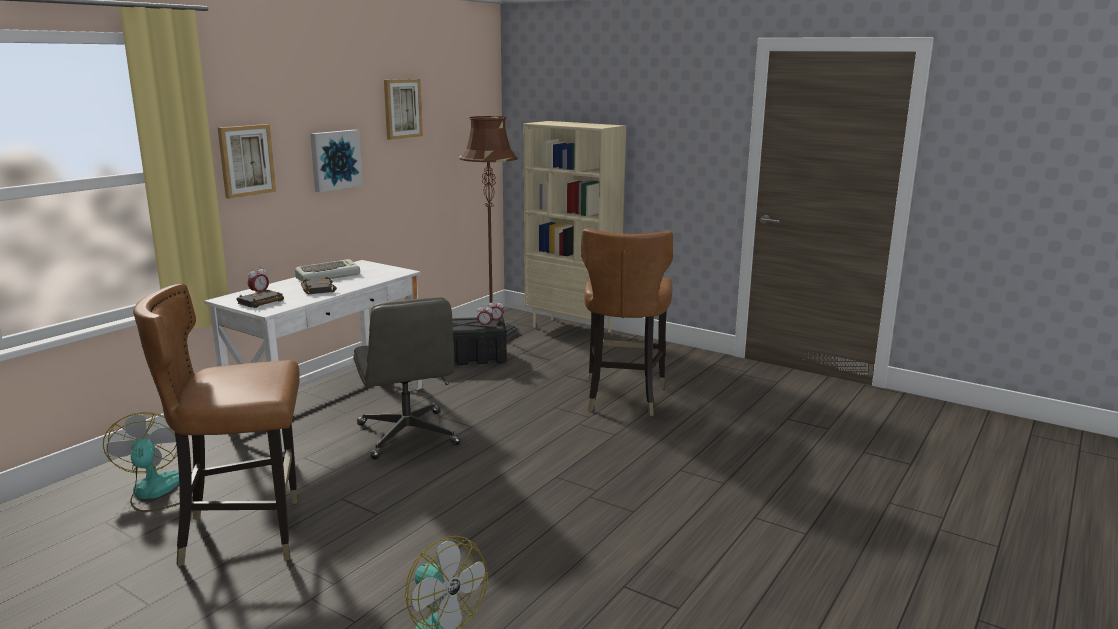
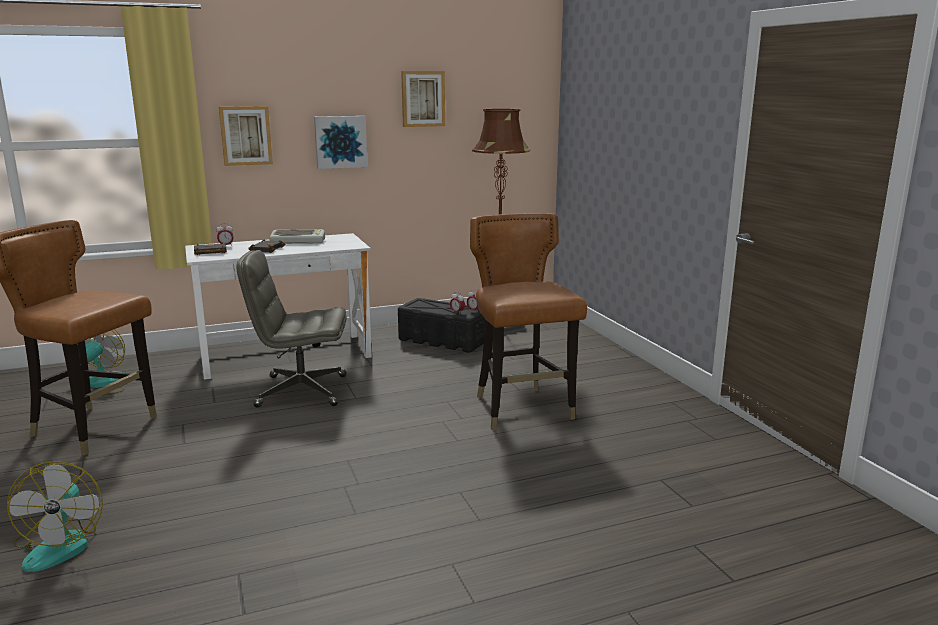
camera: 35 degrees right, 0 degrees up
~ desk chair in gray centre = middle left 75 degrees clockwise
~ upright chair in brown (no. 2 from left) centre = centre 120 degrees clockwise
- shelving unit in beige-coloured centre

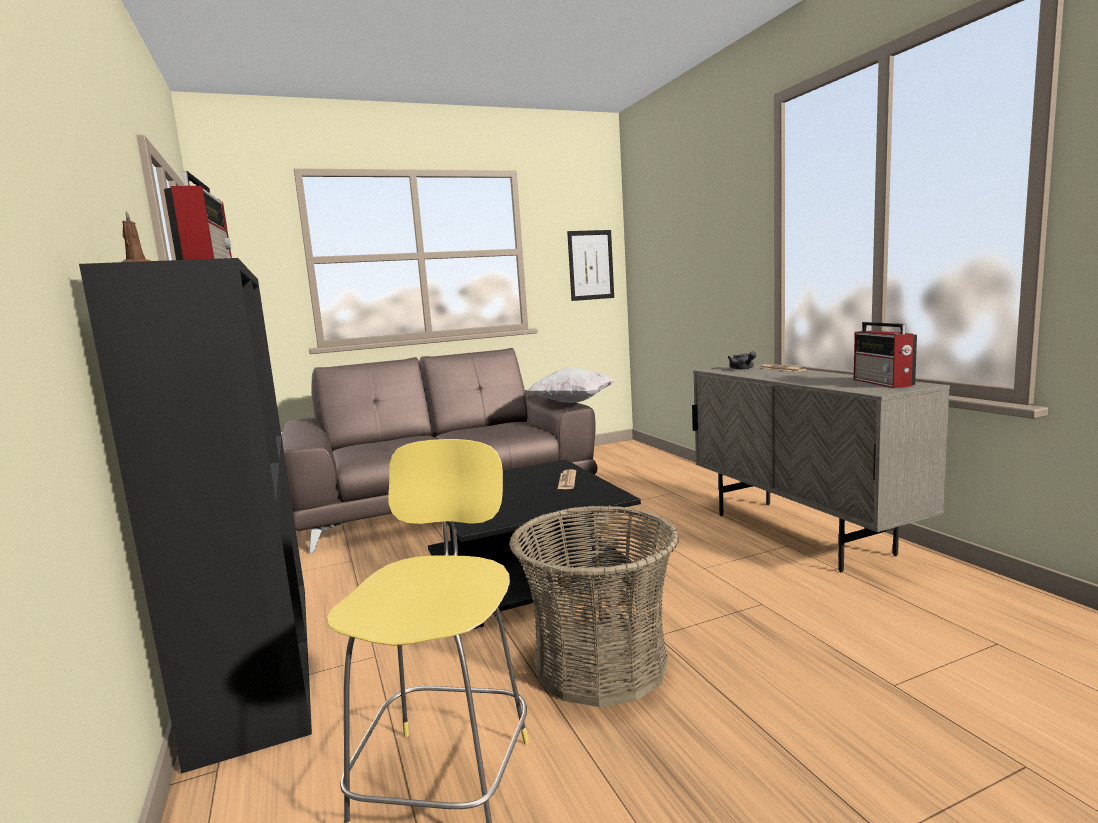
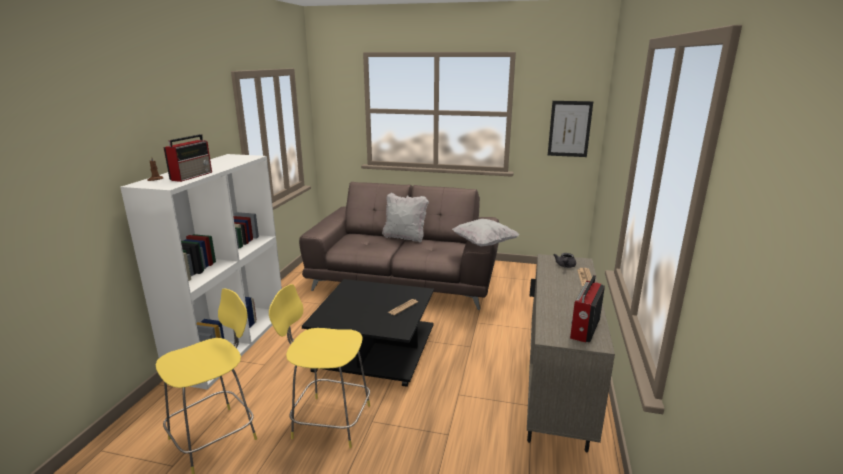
camera: 35 degrees right, 10 degrees up
~ shelving unit in blackish middle left to shelving unit in white middle left
~ basket bottom centre to sitting stool in yellowish (no. 2 from left) bottom centre
+ pillow in white (no. 1 from left) centre

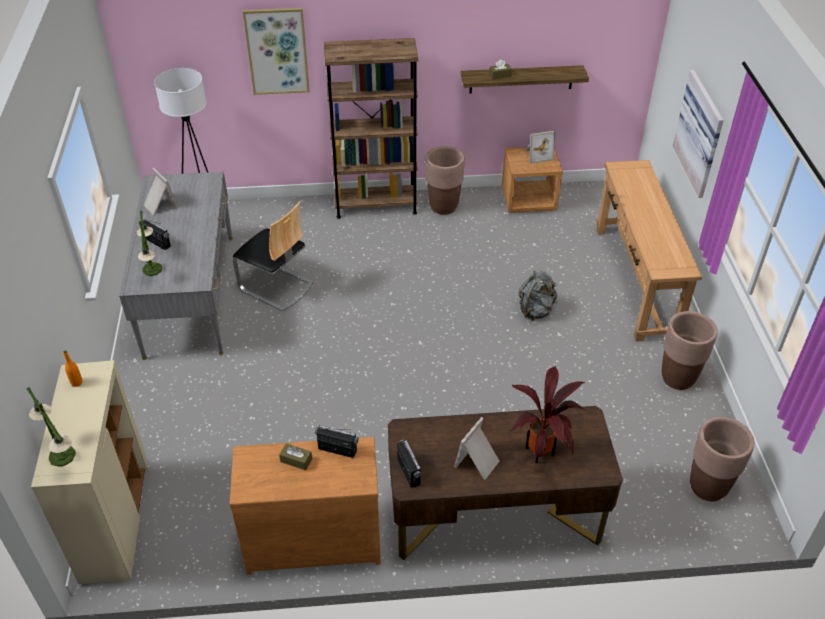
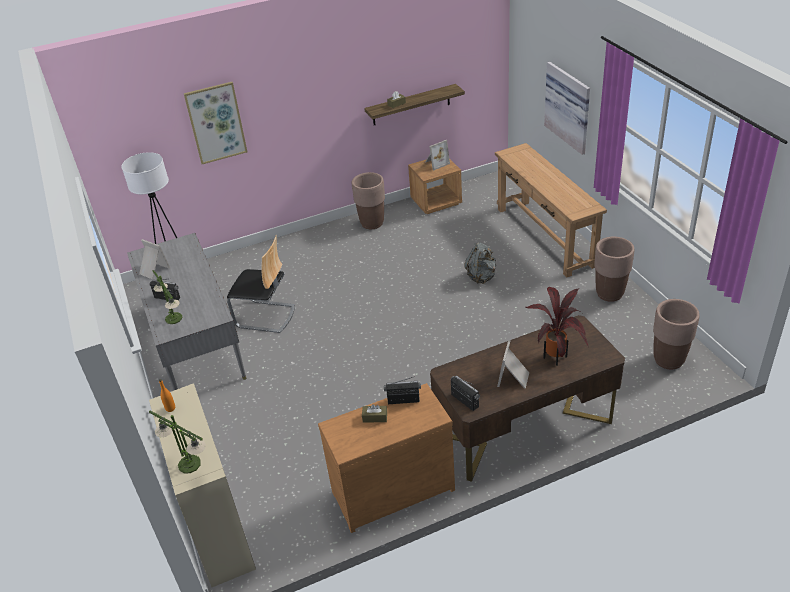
camera: 15 degrees left, 5 degrees down
- shelving unit in brown top centre

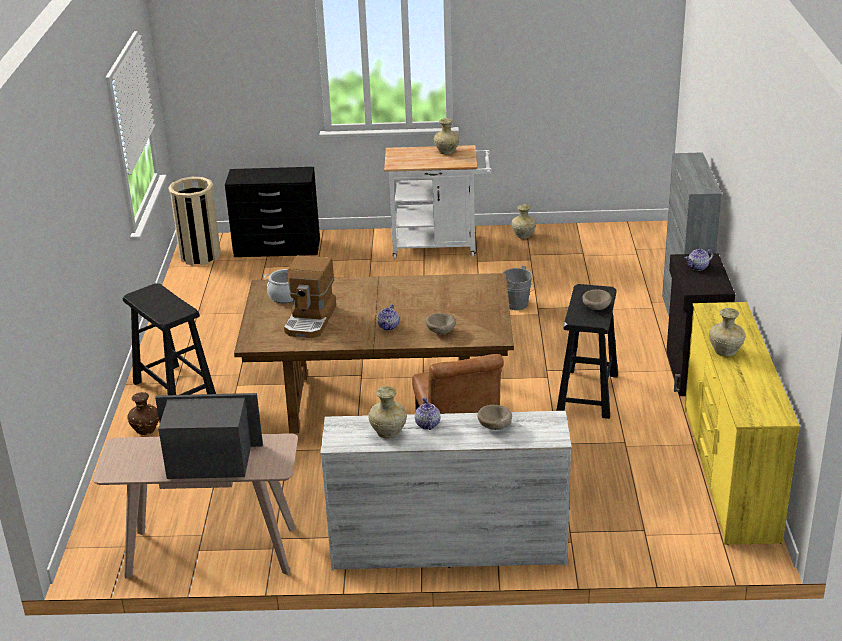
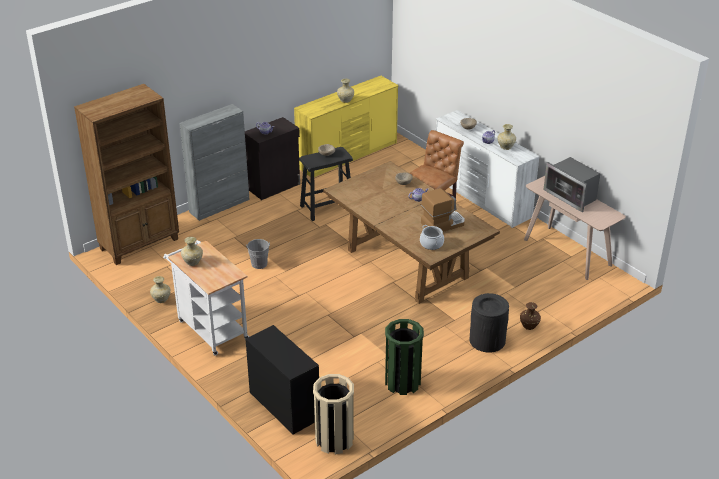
camera: 130 degrees left, 5 degrees up
+ shelving unit in brown middle left
+ trash can in green bottom centre
~ sitting stool in blackish (no. 1 from left) middle left to trash can in blackish bottom right

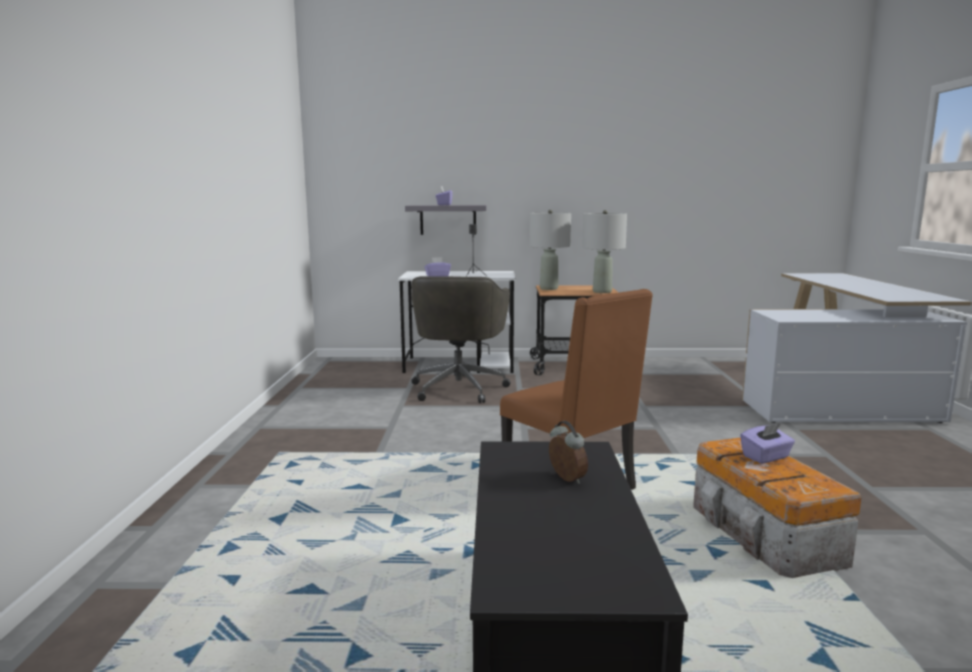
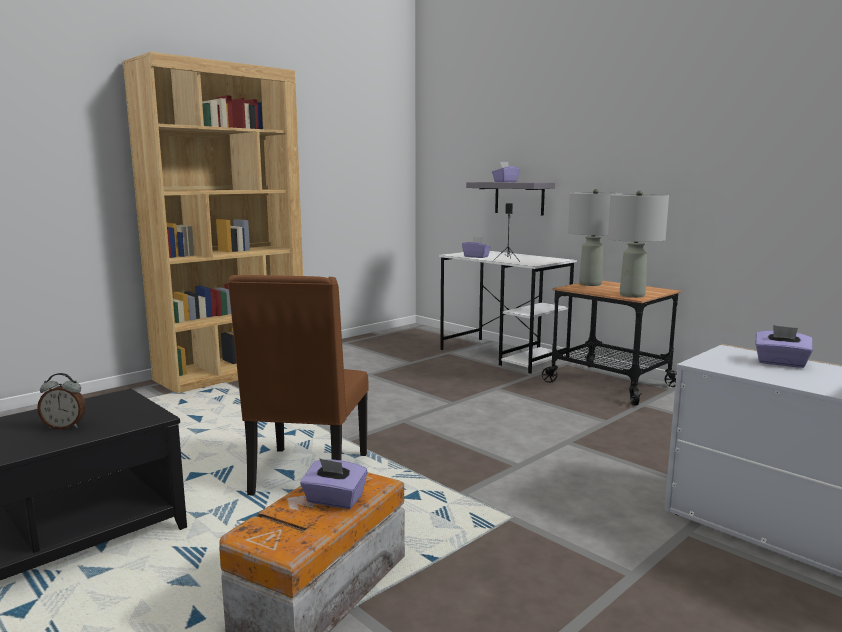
camera: 45 degrees right, 0 degrees up
~ table clock bottom centre = middle left 75 degrees clockwise
+ shelving unit in brown middle left
+ box of tissues in purplish (no. 4 from left) middle right
- desk chair in gray centre

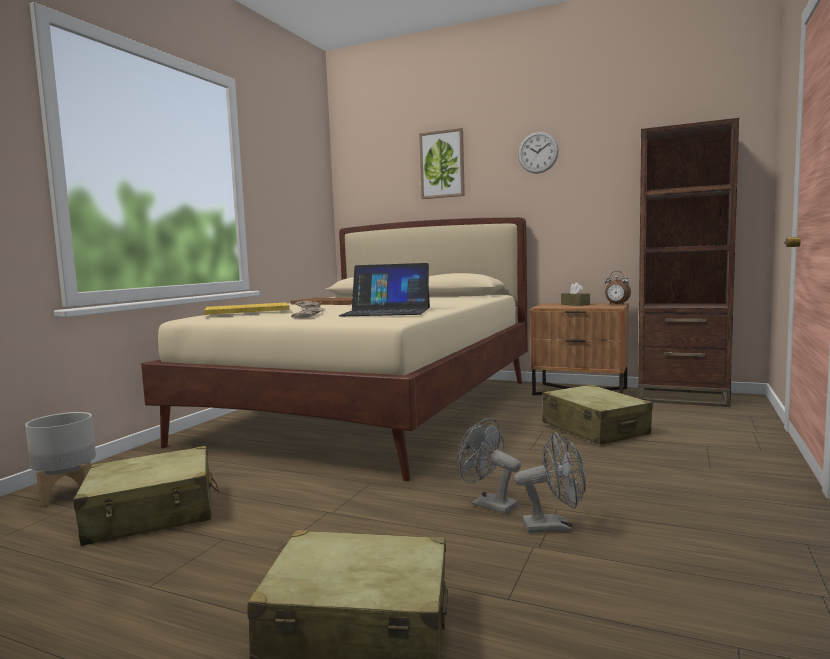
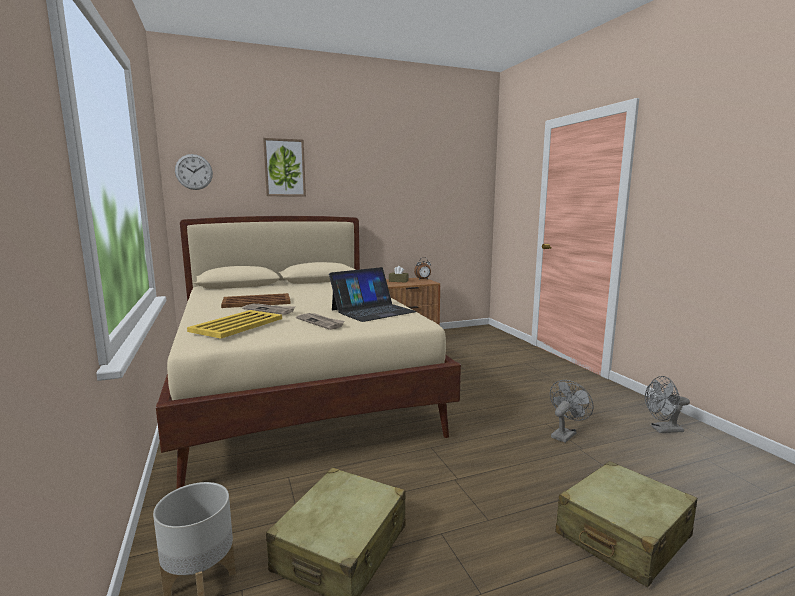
camera: 45 degrees left, 5 degrees up
~ clock on the wall top centre to top left
~ electric fan in gray (no. 1 from left in the first image) bottom centre to electric fan in gray (no. 2 from left) bottom right
- piece of luggage in beige-coloured (no. 3 from left) middle right
- shelving unit in brown middle right

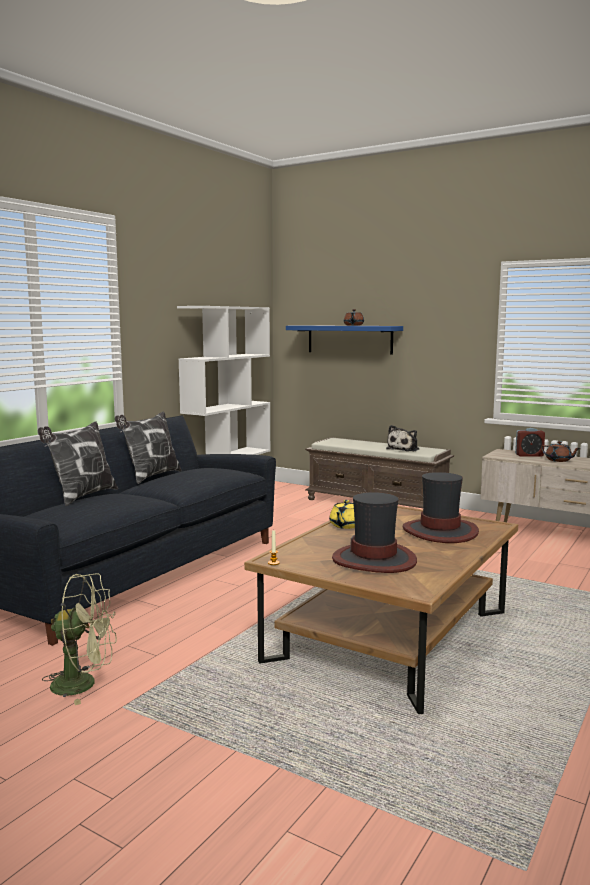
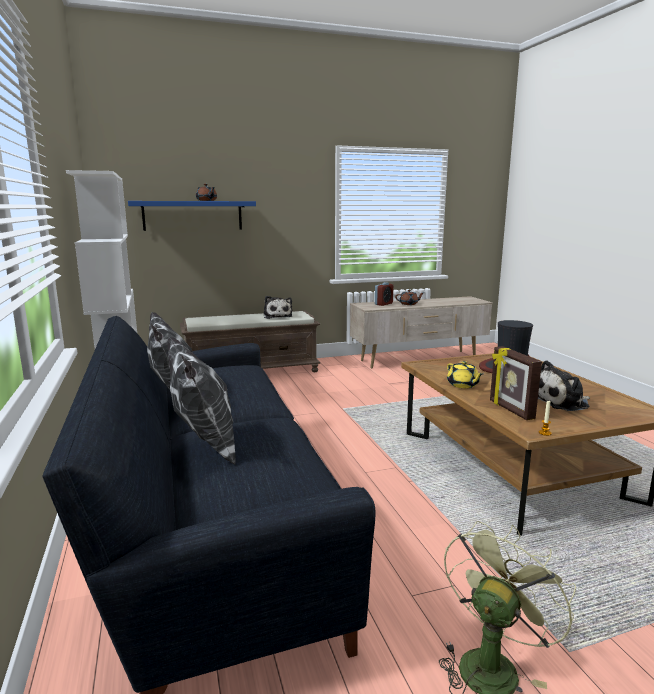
camera: 50 degrees left, 5 degrees up
+ photo frame middle right
~ wearable hat (no. 1 from left) centre to plush toy (no. 2 from left) middle right

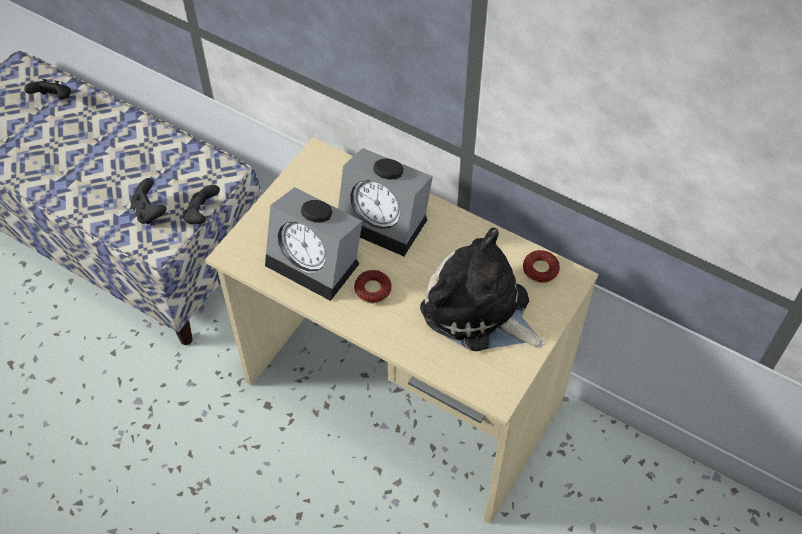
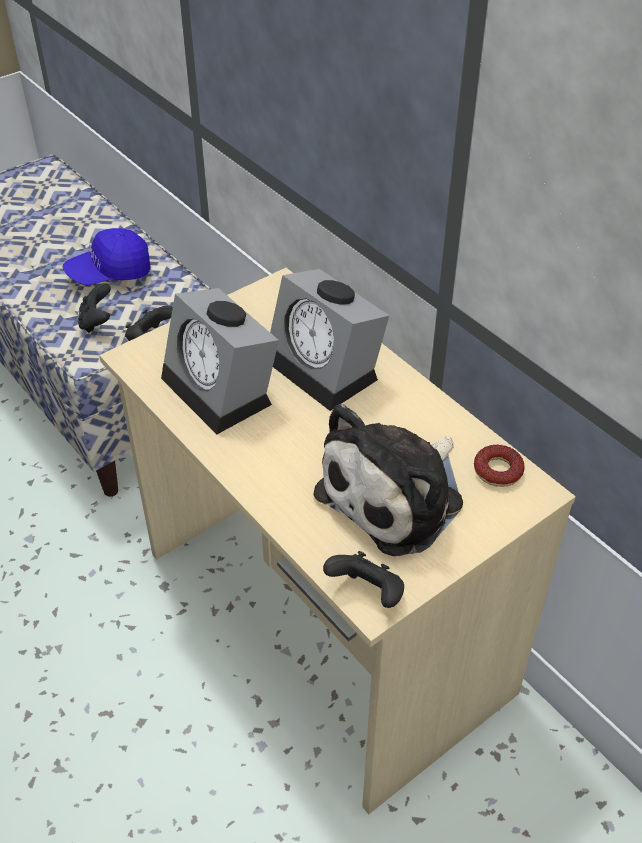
camera: 20 degrees right, 10 degrees down
+ cap in blue top left
~ plush toy centre = centre 105 degrees counterclockwise
~ game controller in blackish (no. 1 from left in the first image) top left to game controller in blackish (no. 3 from left) bottom centre
- doughnut (no. 1 from left) centre

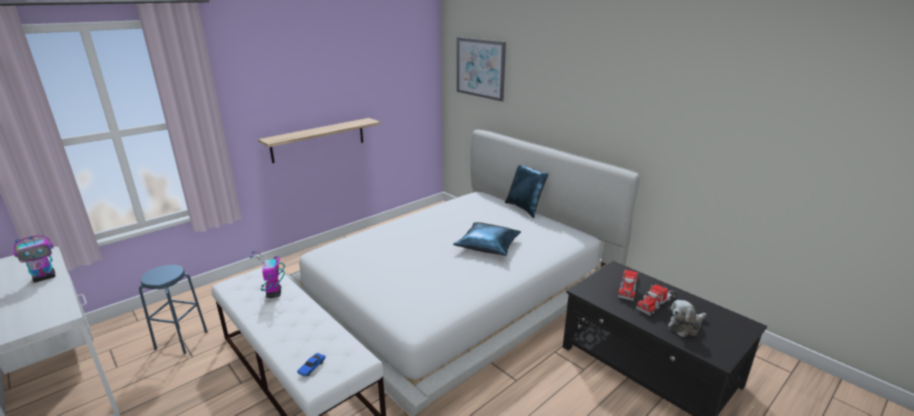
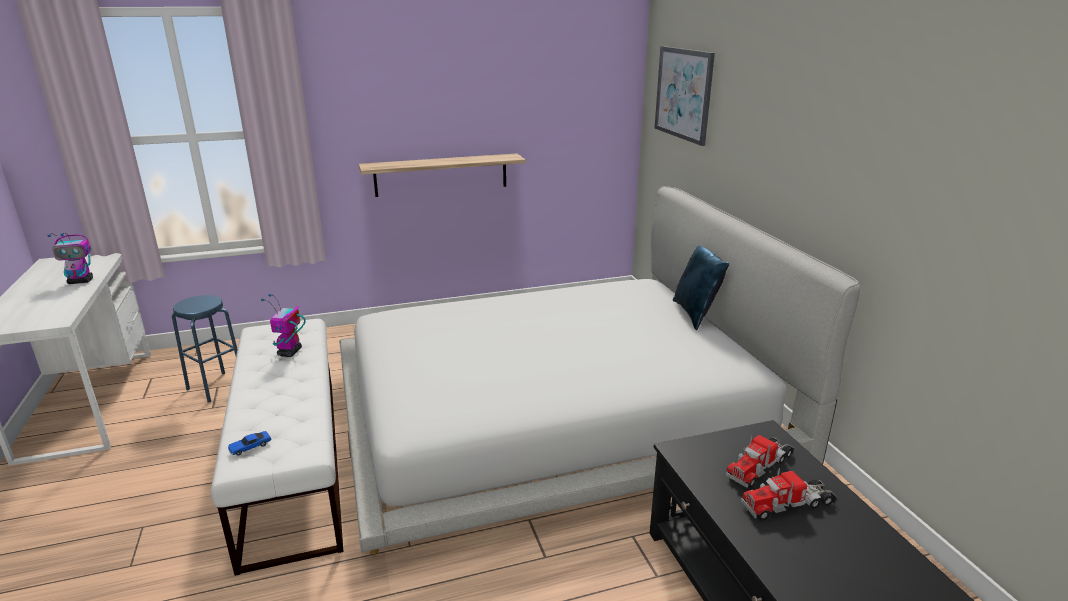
camera: 25 degrees right, 0 degrees up
- pillow in blue (no. 1 from left) centre
- plush toy bottom right

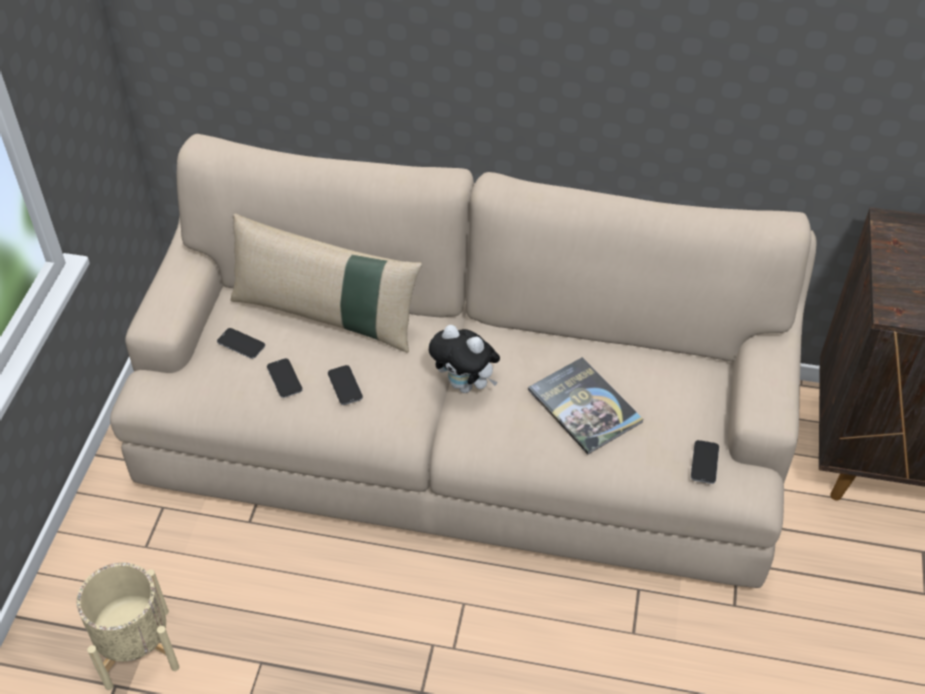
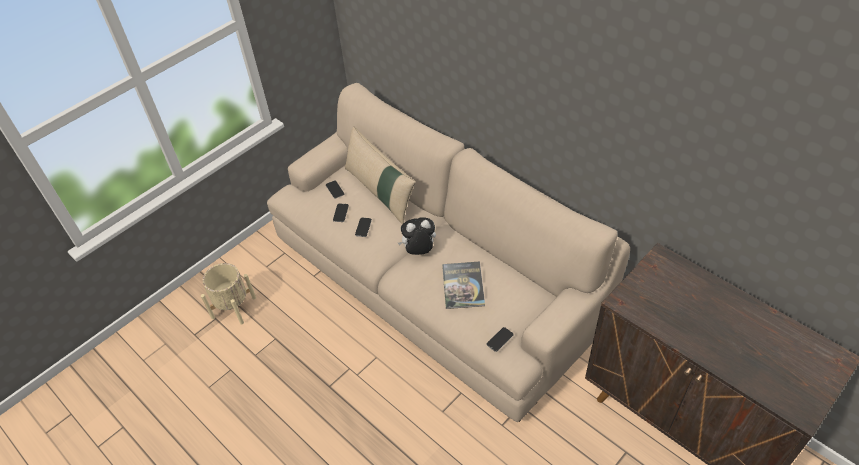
camera: 35 degrees right, 0 degrees up
~ plush toy centre = centre 105 degrees clockwise

